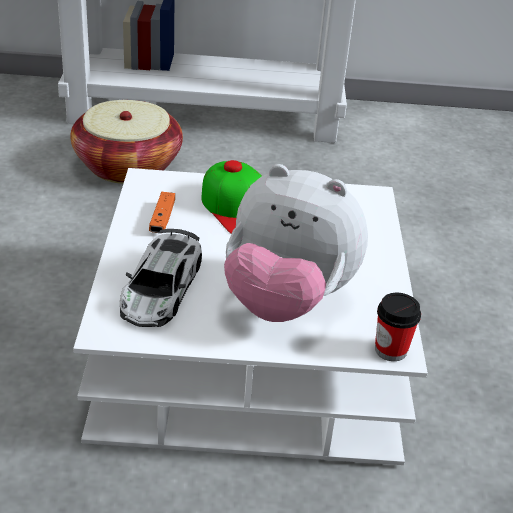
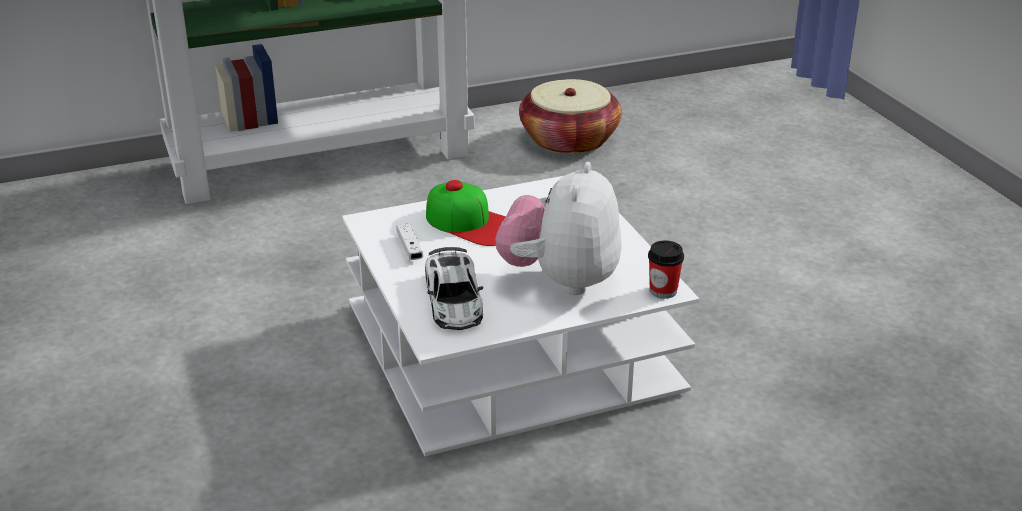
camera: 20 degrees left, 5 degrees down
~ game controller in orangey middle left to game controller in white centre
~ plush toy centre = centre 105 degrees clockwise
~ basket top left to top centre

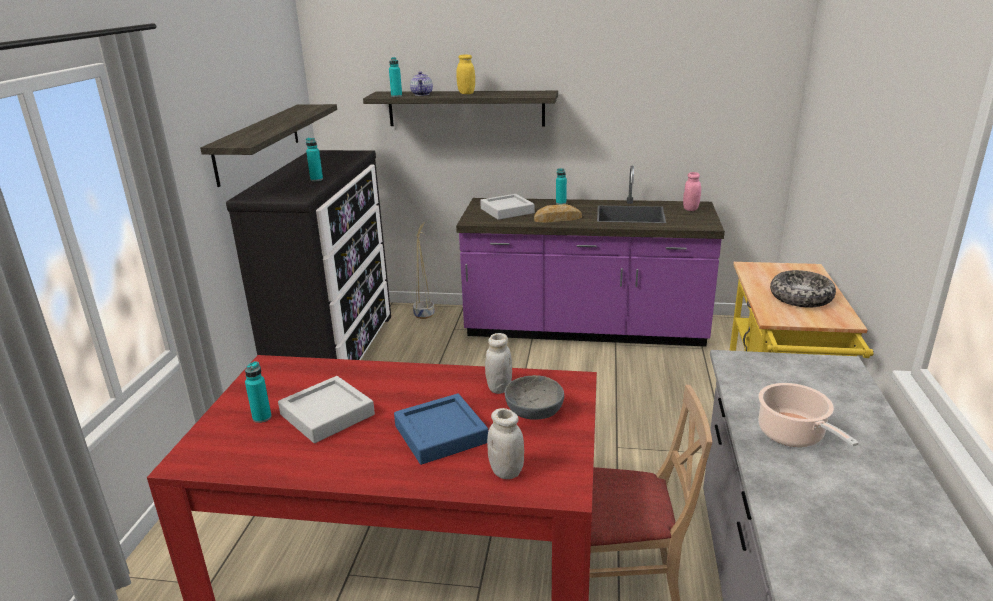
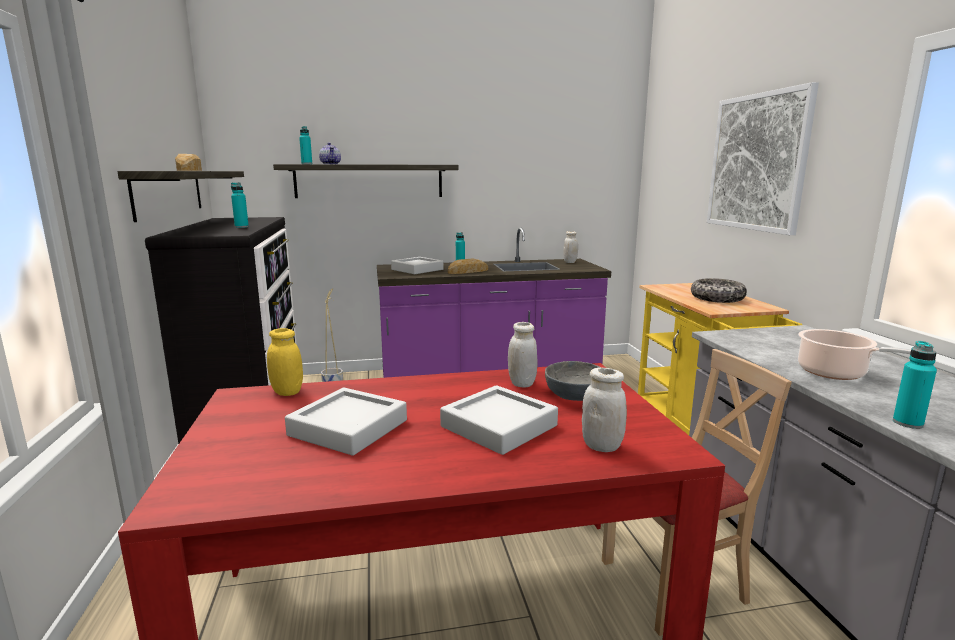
camera: 20 degrees left, 10 degrees down
+ bakery bread (no. 1 from left) top left
~ preserve jar in yellowish top centre to middle left
~ tray in blue bottom centre to tray in gray (no. 3 from left) centre
~ preserve jar in pink-coloured top right to preserve jar in white (no. 2 from left) centre
+ picture top right
~ bottle in turquoise-coloured (no. 1 from left in the first image) middle left to bottle in turquoise-coloured (no. 4 from left) middle right

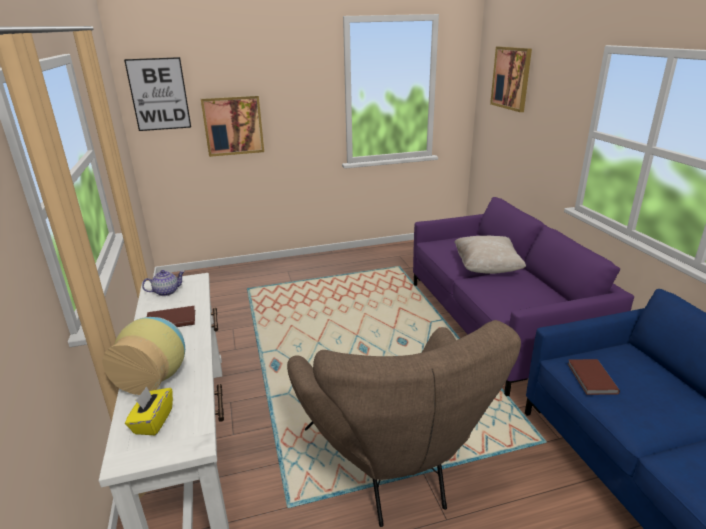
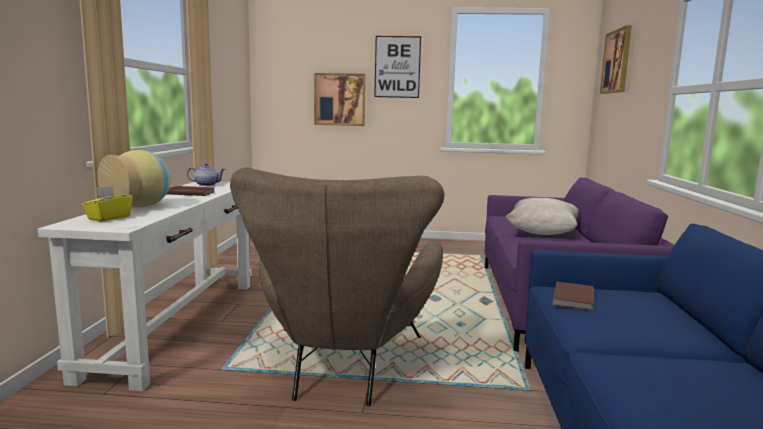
camera: 20 degrees right, 15 degrees down
~ picture (no. 1 from left in the first image) top left to picture (no. 2 from left) top centre

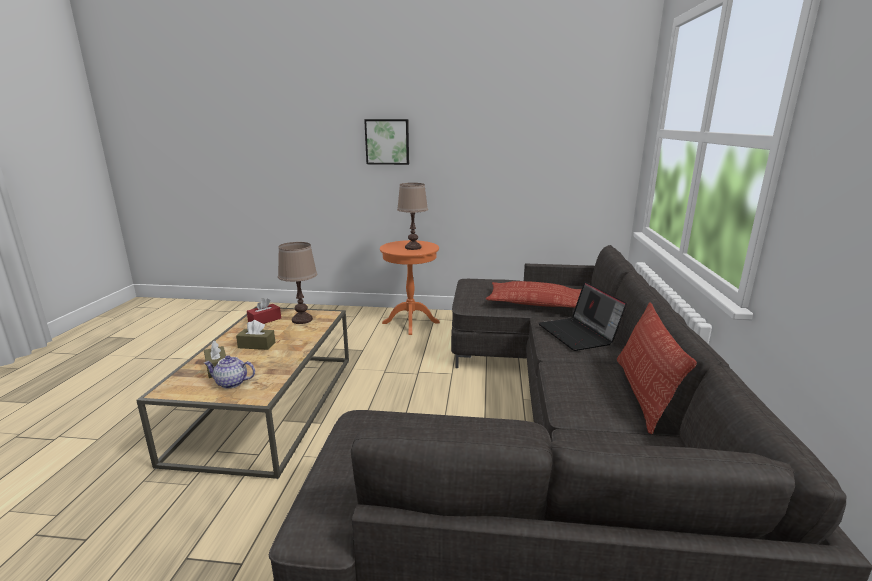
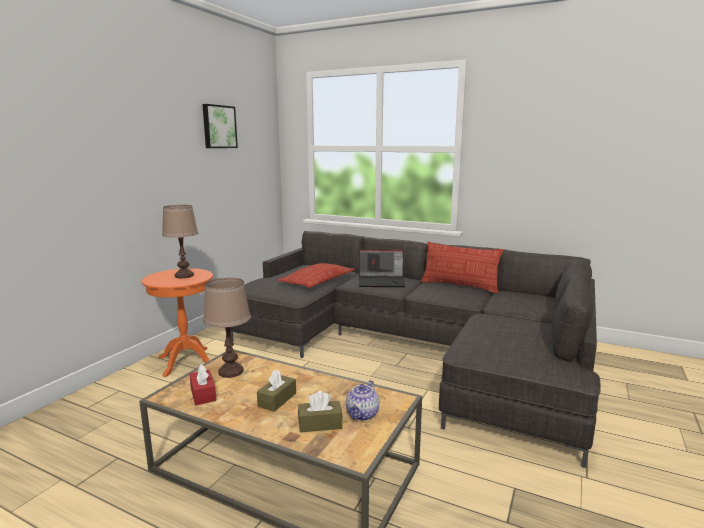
camera: 70 degrees left, 5 degrees down
~ picture top centre to top left

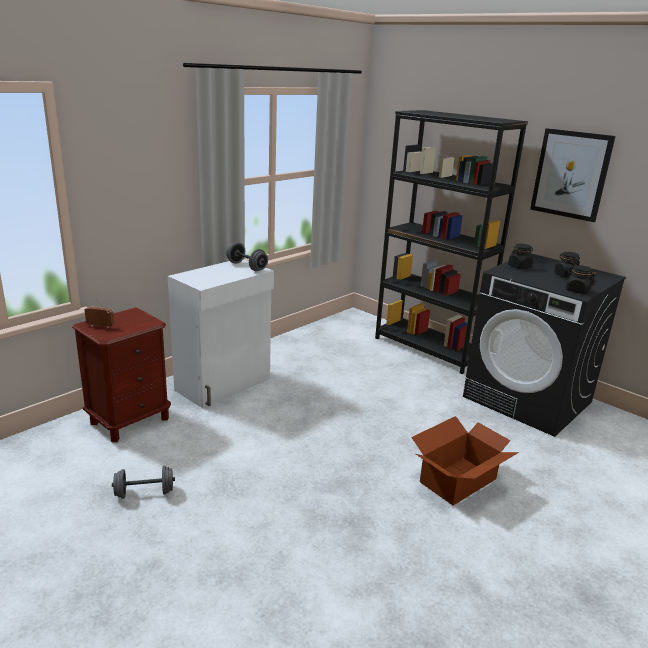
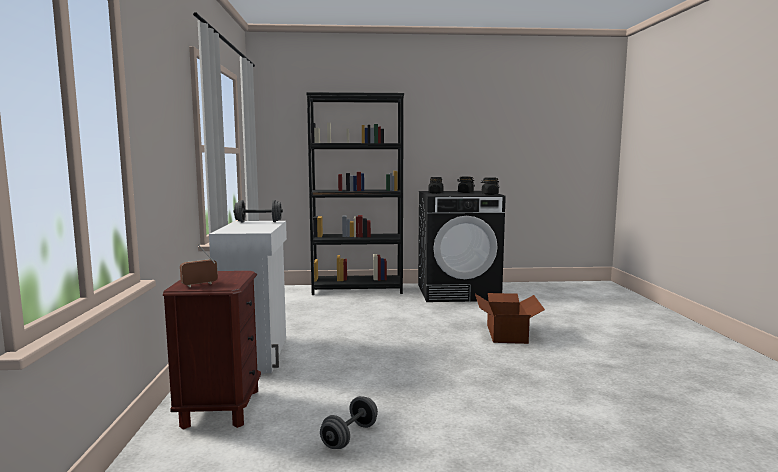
camera: 45 degrees left, 15 degrees down
- picture top right

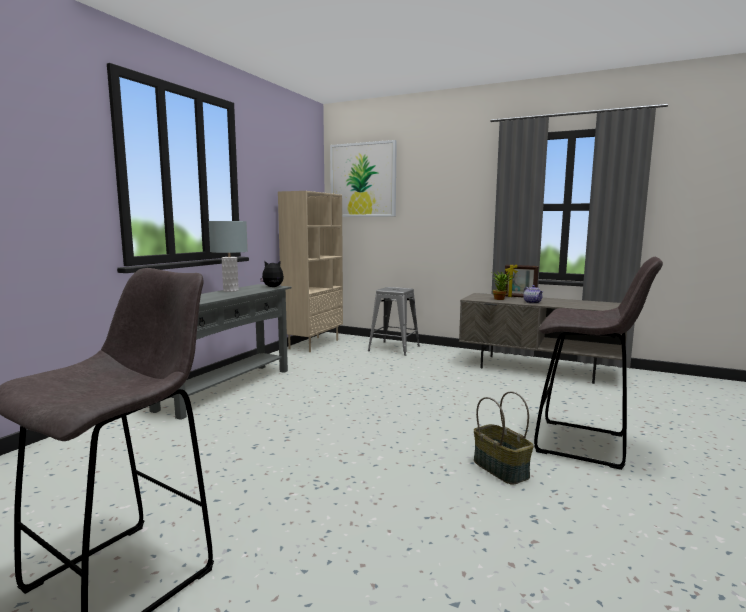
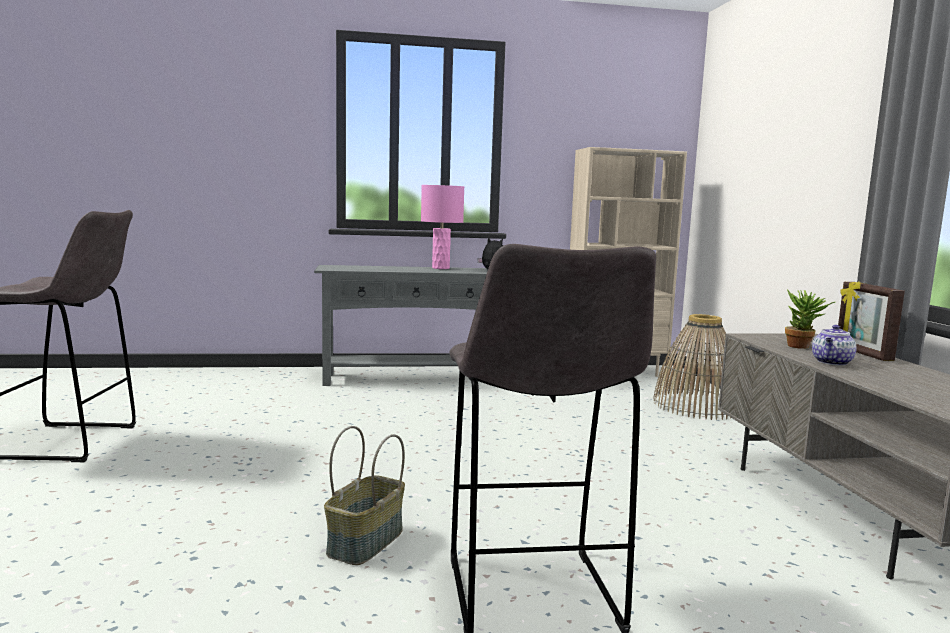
camera: 55 degrees right, 0 degrees up
~ table lamp in gray middle left to table lamp in pink-coloured centre
~ sitting stool in gray (no. 2 from left) centre to basket (no. 2 from left) middle right
- picture top centre

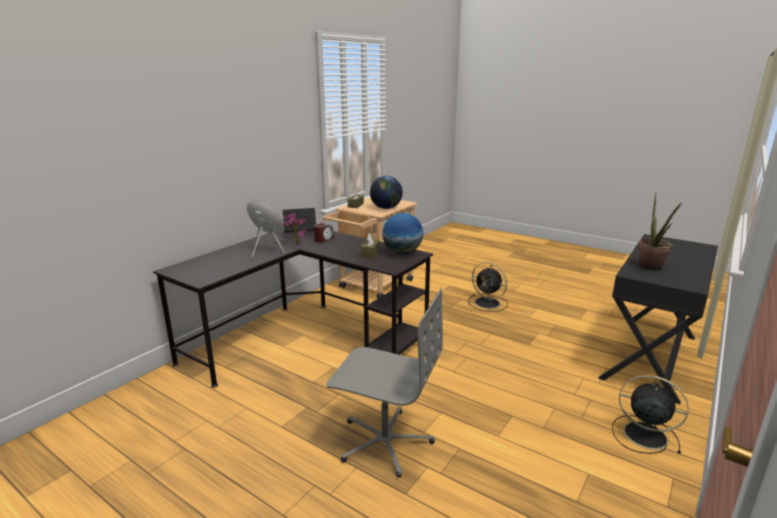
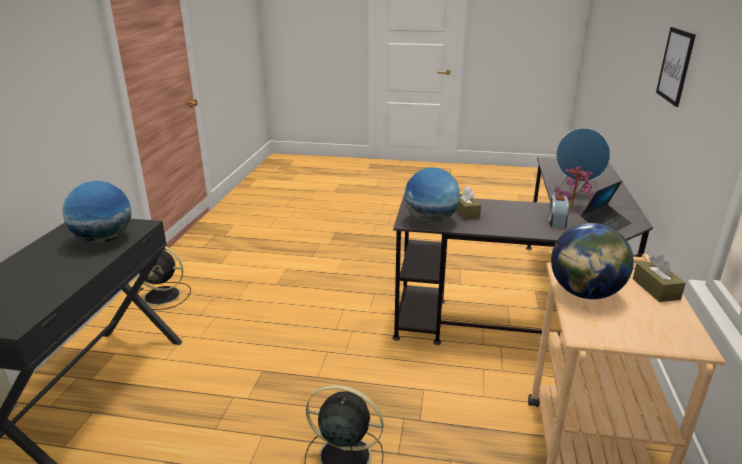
camera: 155 degrees right, 5 degrees up
~ houseplant (no. 2 from left) middle right to globe (no. 1 from left) middle left
+ picture top right
- desk chair in gray bottom centre

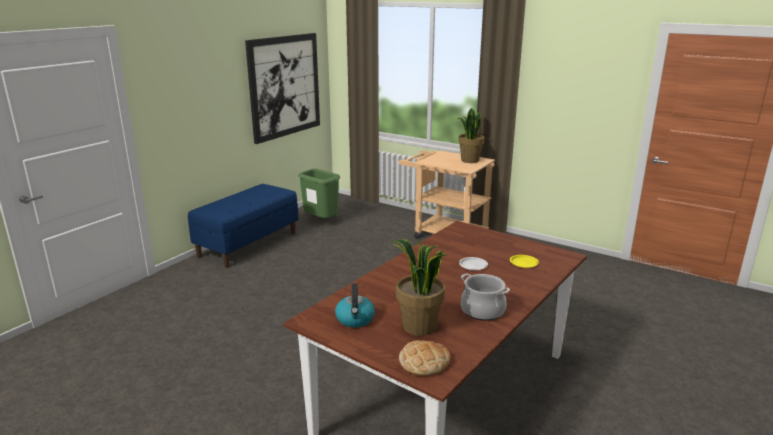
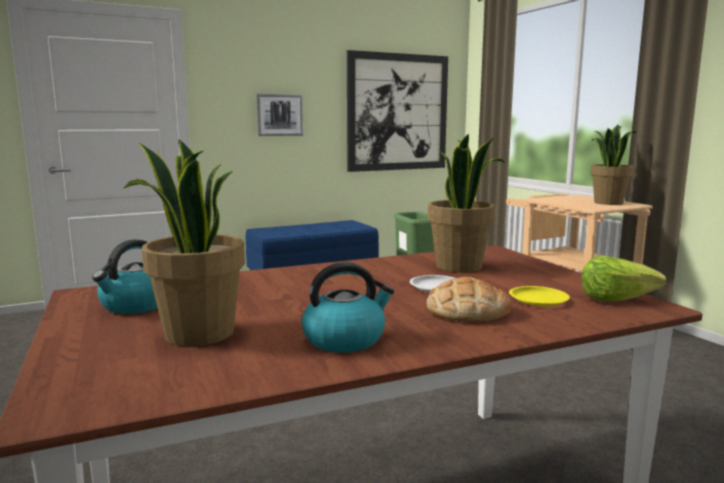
camera: 30 degrees right, 10 degrees down
+ picture (no. 1 from left) top centre
~ cooking pot bottom centre to water kettle (no. 2 from left) centre
~ bakery bread bottom centre to centre
+ houseplant (no. 2 from left) centre
+ lettuce middle right

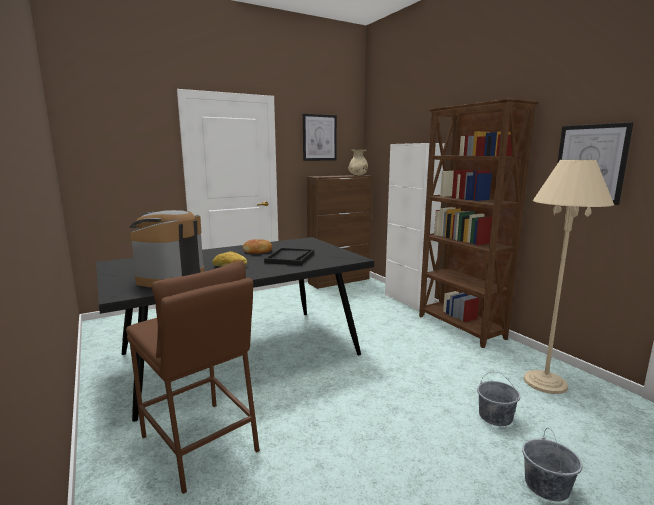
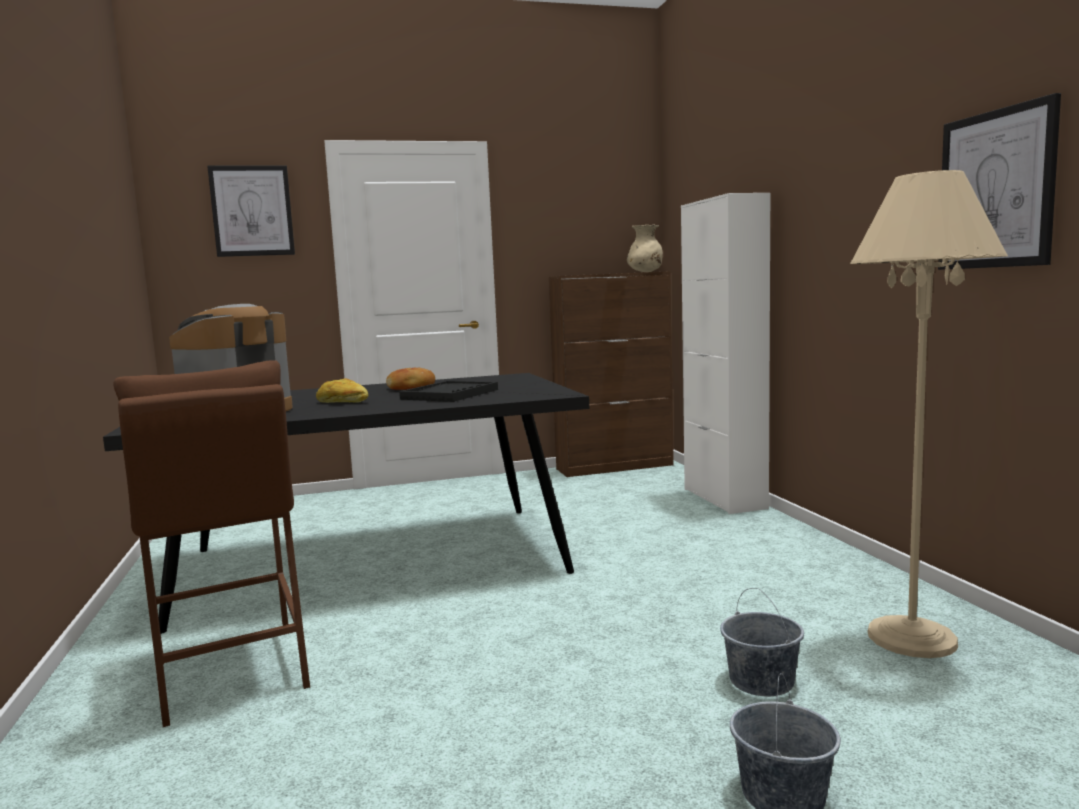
camera: 15 degrees right, 5 degrees down
~ picture (no. 1 from left) top centre to top left
- shelving unit in brown middle right

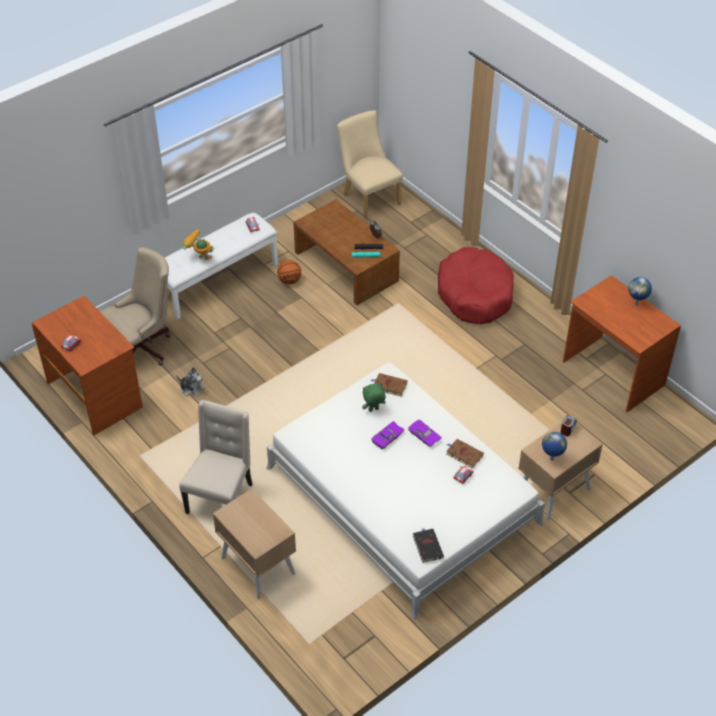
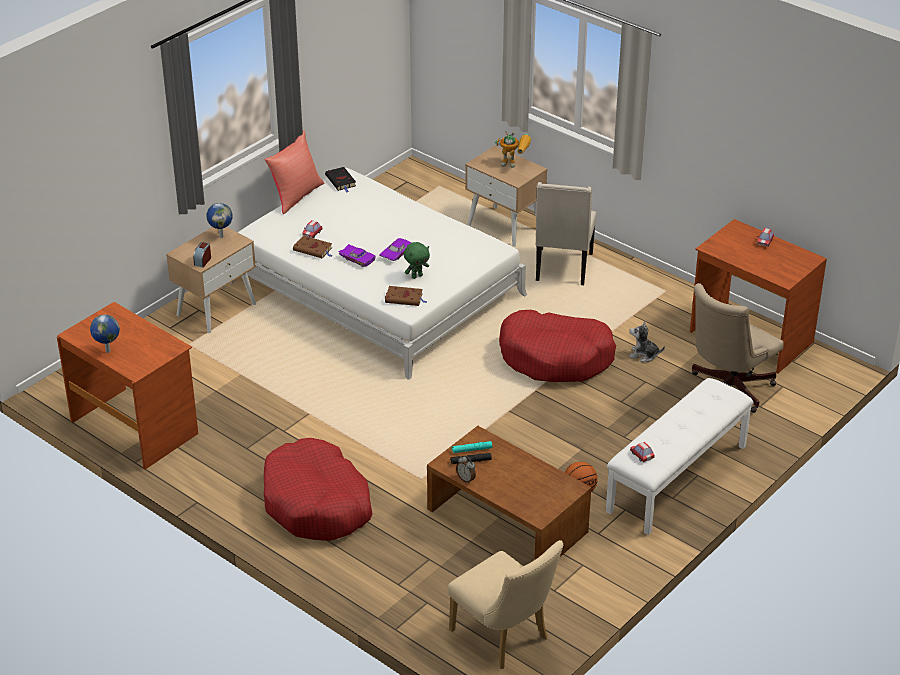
camera: 170 degrees right, 10 degrees down
+ pillow in reddish top left
~ robot figure middle left to top centre
+ dog cushion in reddish (no. 2 from left) centre

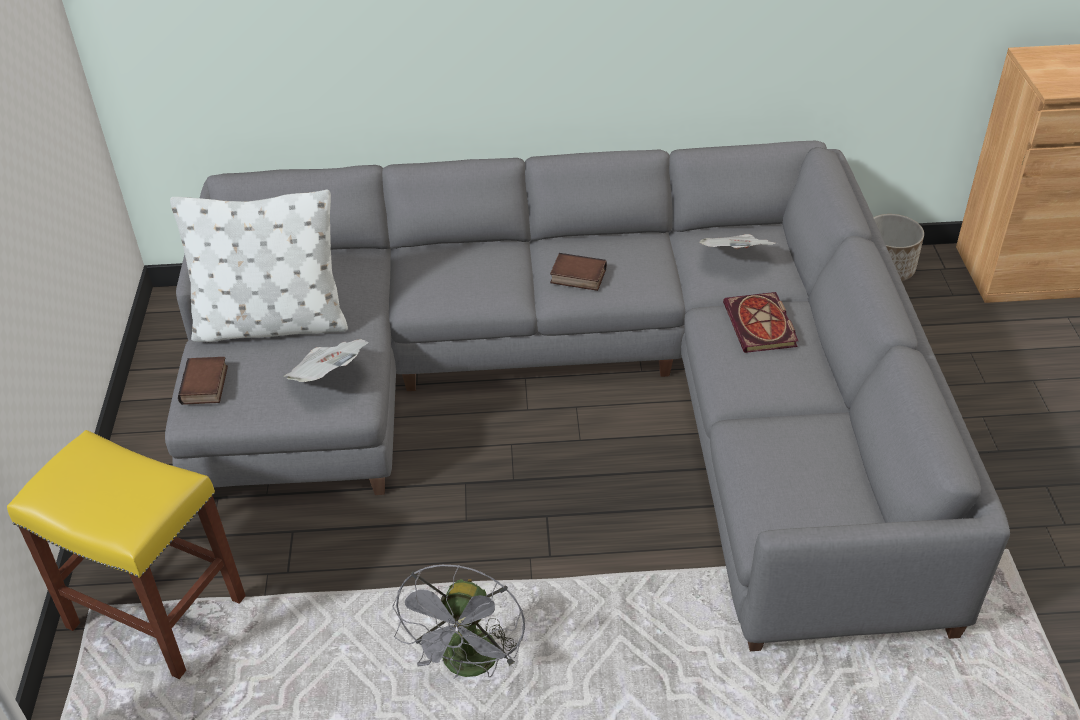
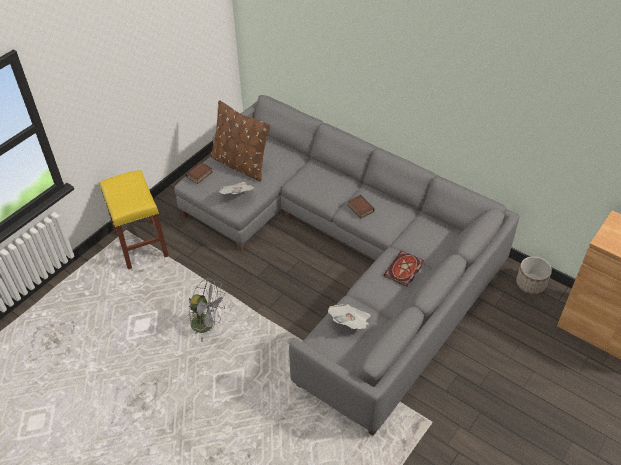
camera: 40 degrees right, 5 degrees up
~ electric fan in gray bottom centre = bottom centre 120 degrees counterclockwise
~ pillow in white middle left to pillow in brown top centre
~ printed paper (no. 2 from left) middle right to bottom centre

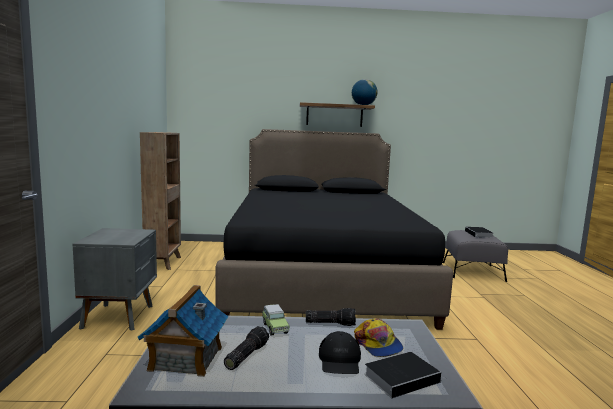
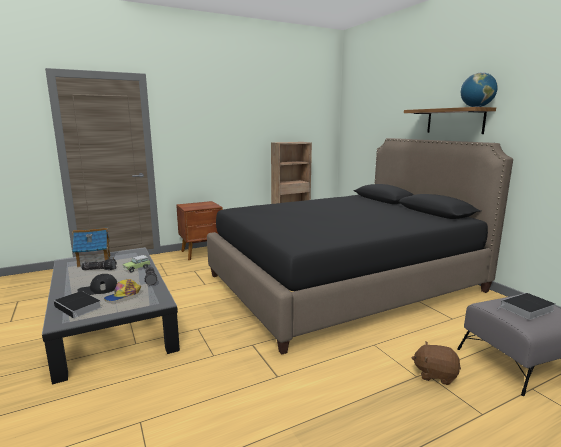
camera: 65 degrees right, 5 degrees up
~ bedside table in gray bottom left to bedside table in brown centre
+ plush toy in brown bottom right

